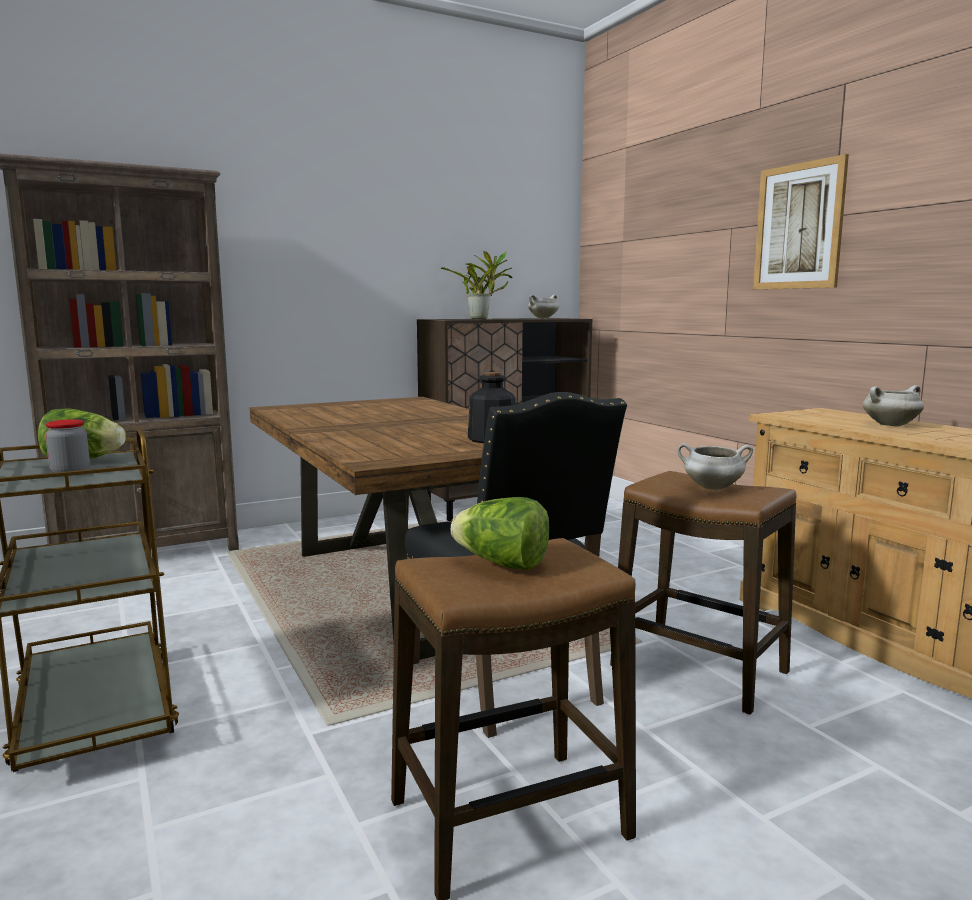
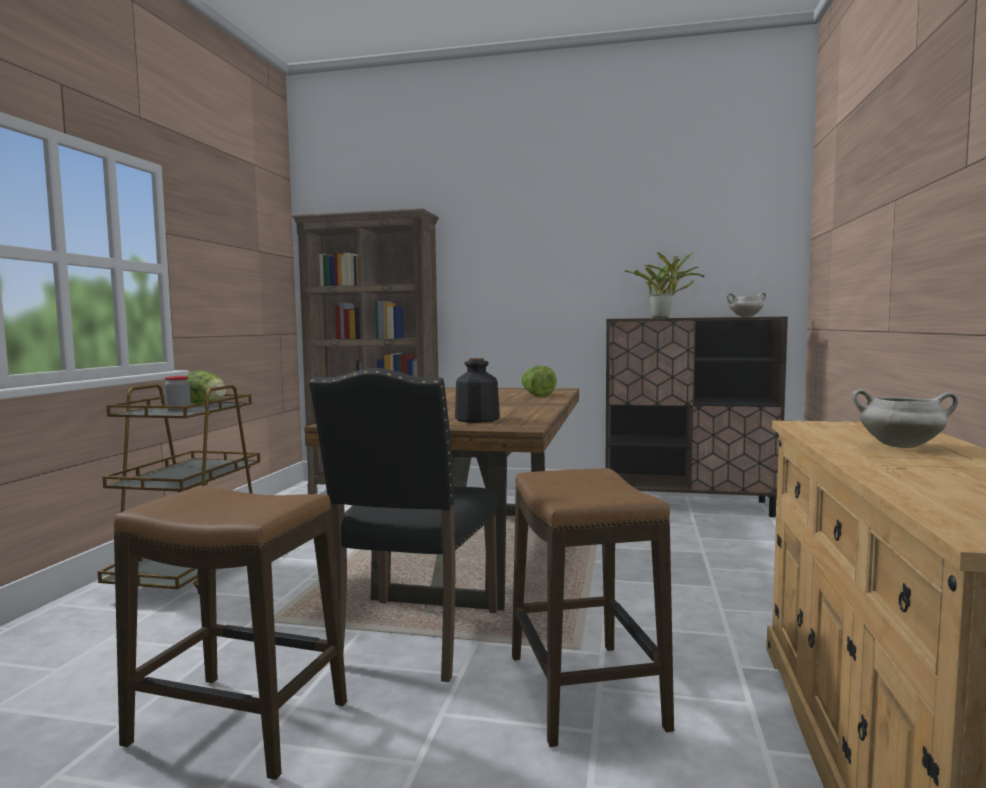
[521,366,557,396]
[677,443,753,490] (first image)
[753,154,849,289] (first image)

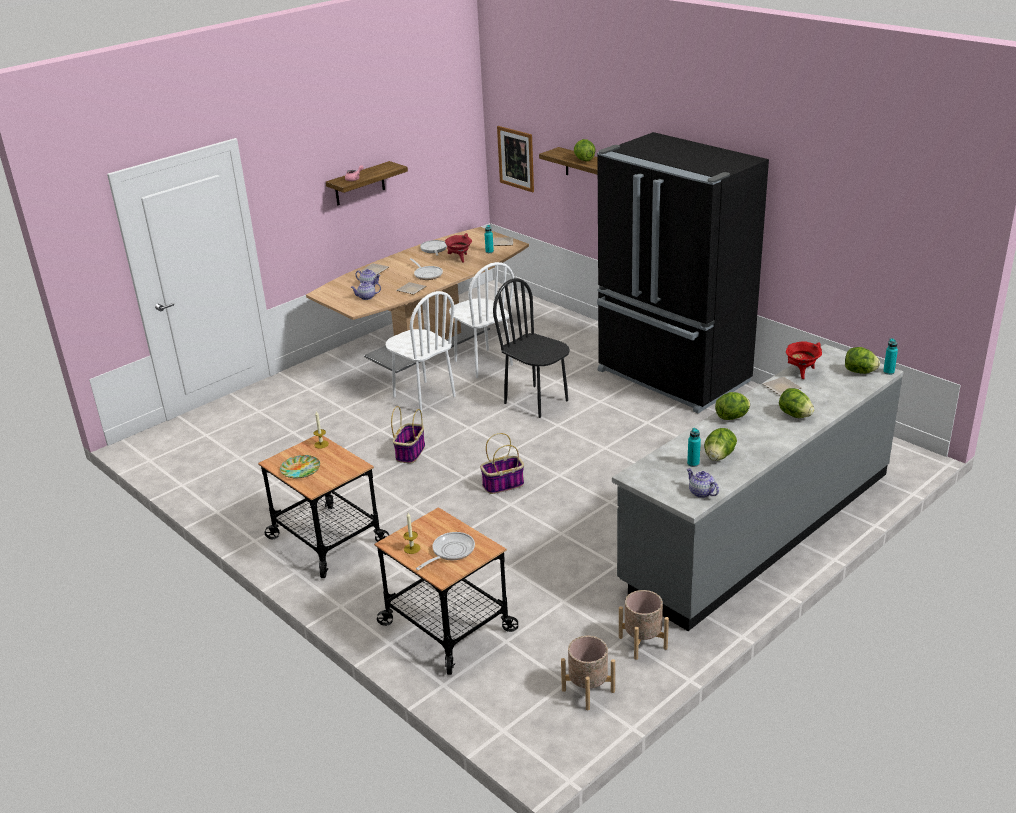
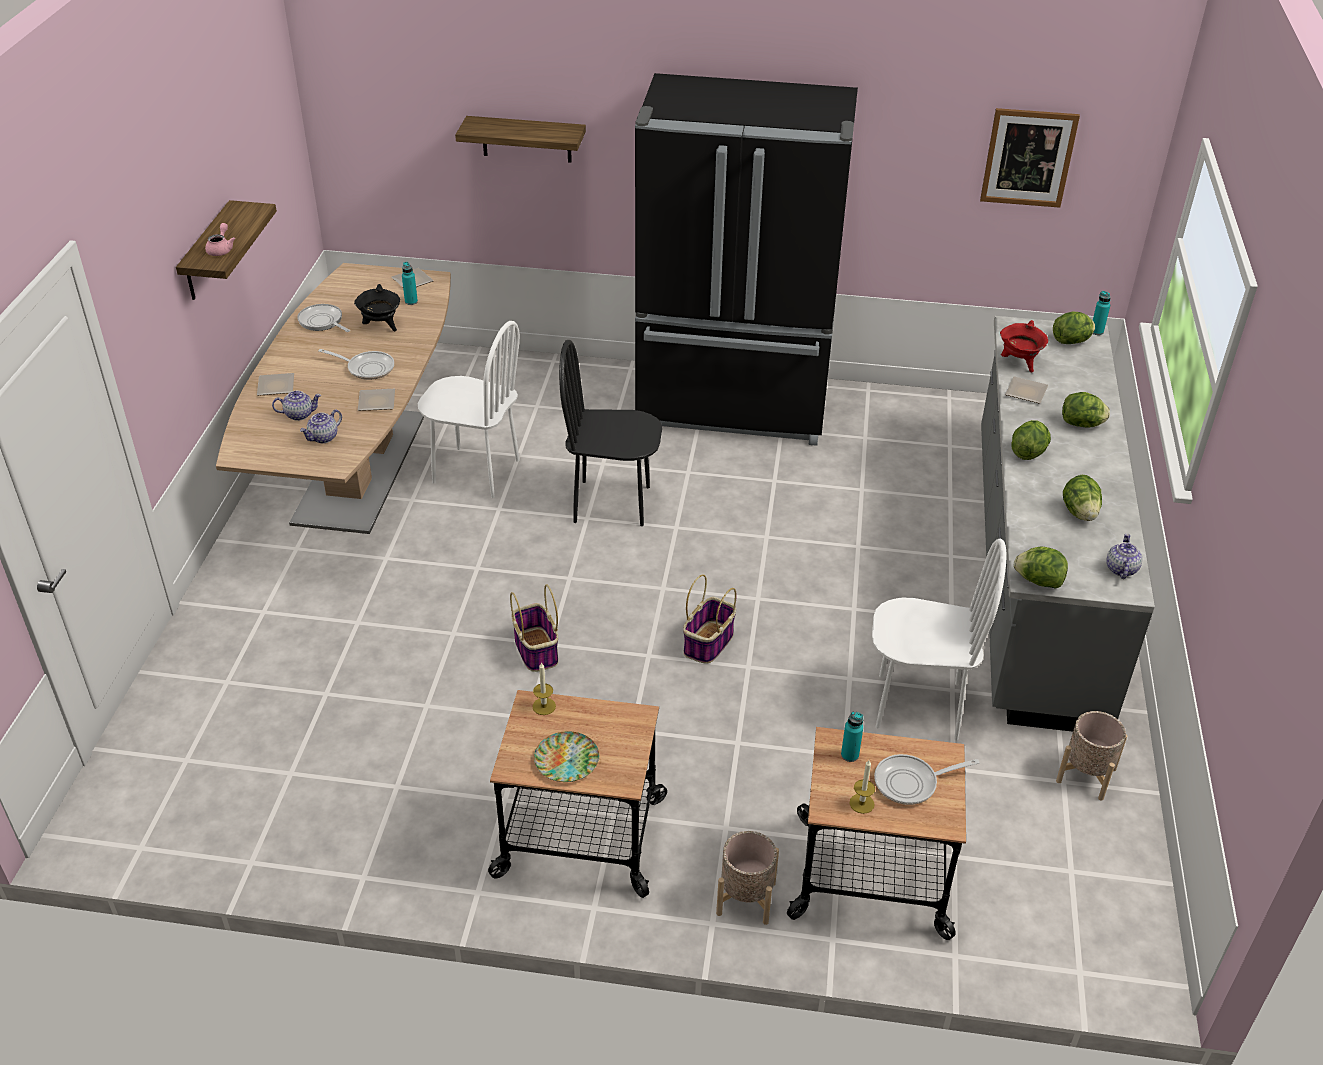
[872,539,1006,740]
[874,754,980,805]
[354,284,400,331]
[980,108,1080,208]
[716,831,779,925]
[1013,547,1068,589]
[841,712,864,762]
[1106,533,1142,579]

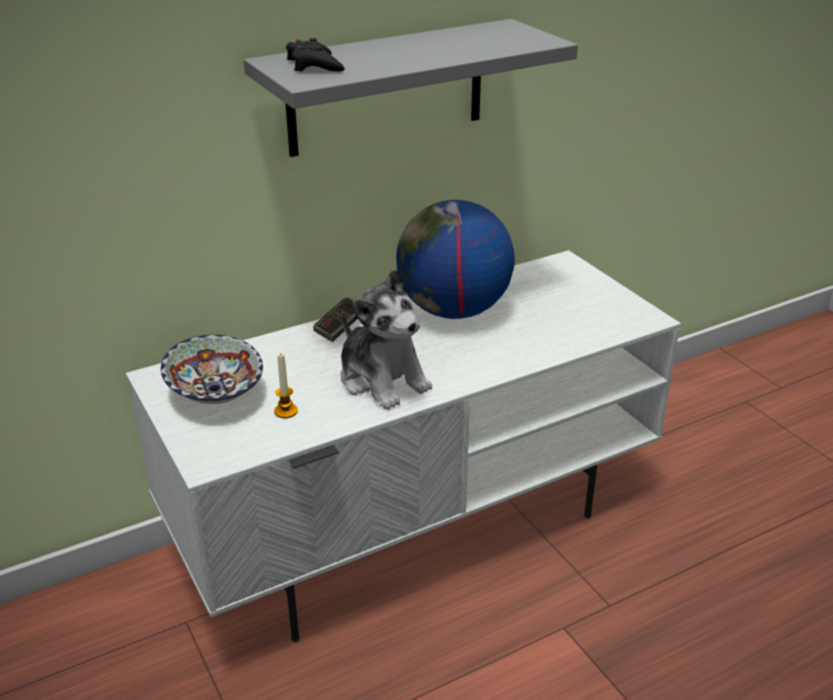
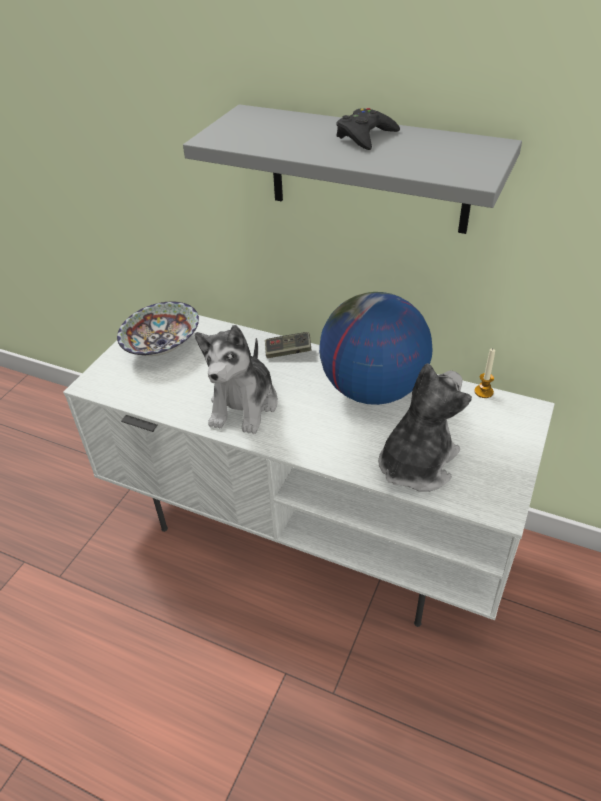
[474,349,495,398]
[336,108,400,150]
[378,363,472,492]

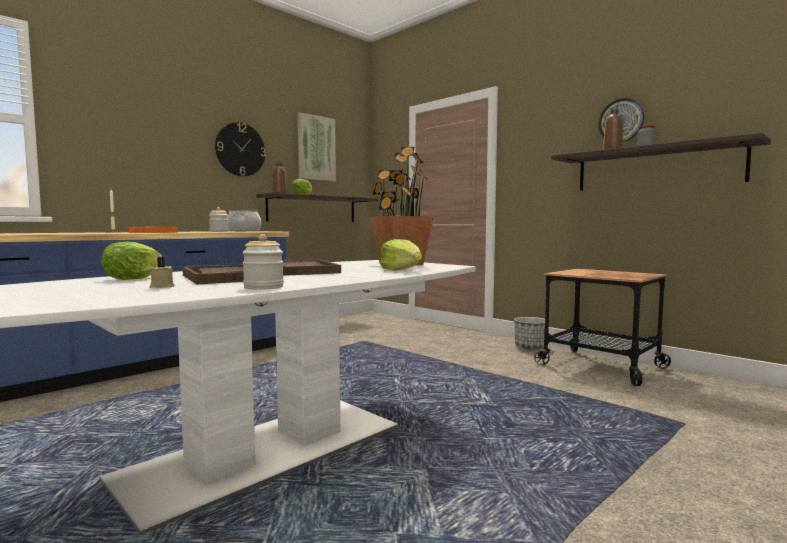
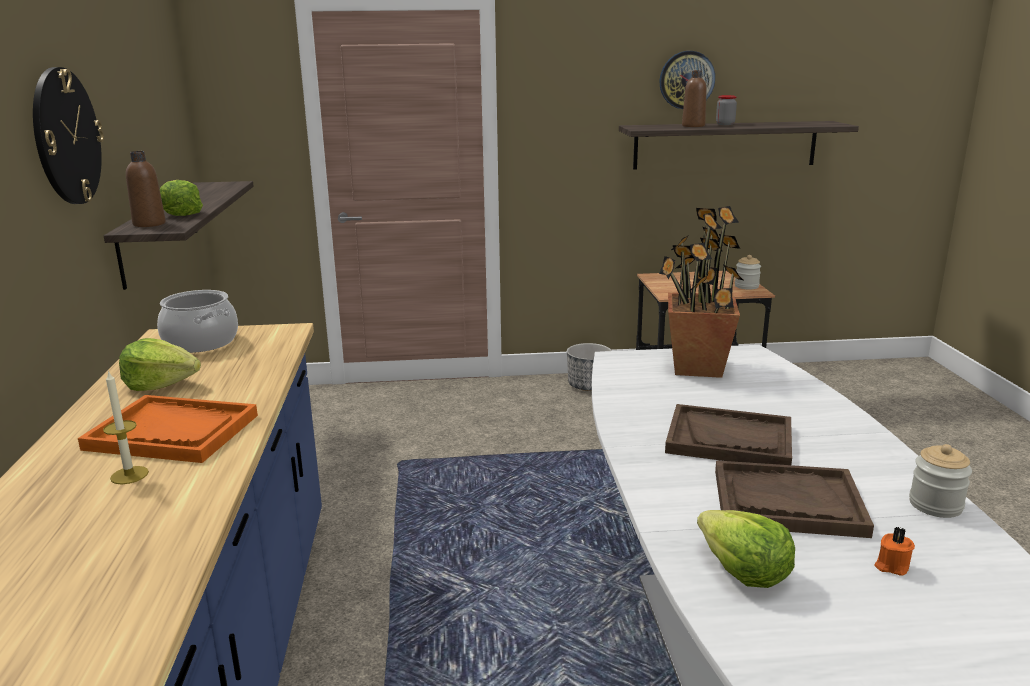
[874,527,915,576]
[735,255,761,290]
[298,113,336,181] (first image)
[119,338,201,391]

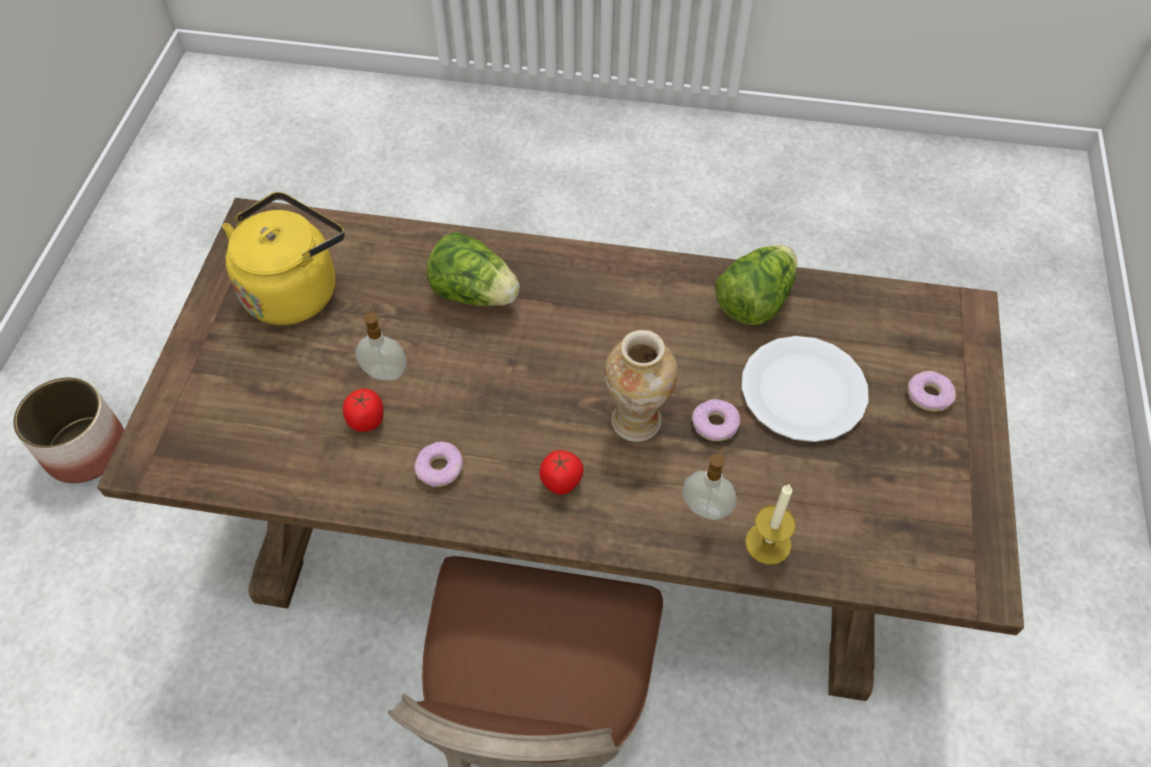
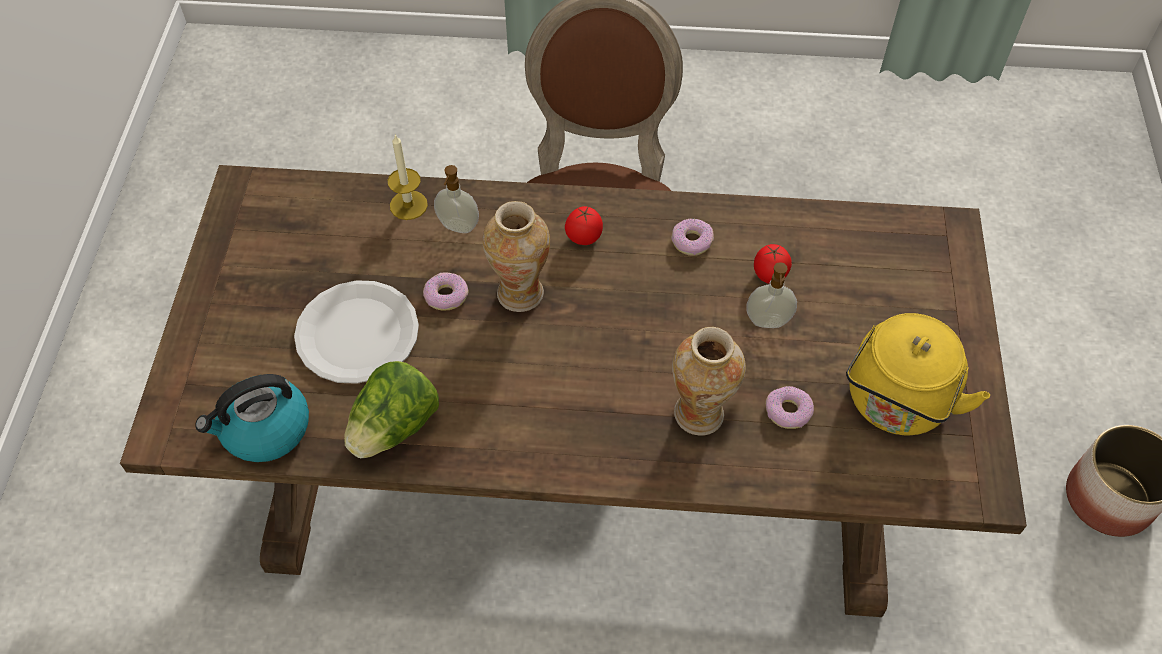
[672,327,746,436]
[765,386,814,429]
[195,374,309,462]

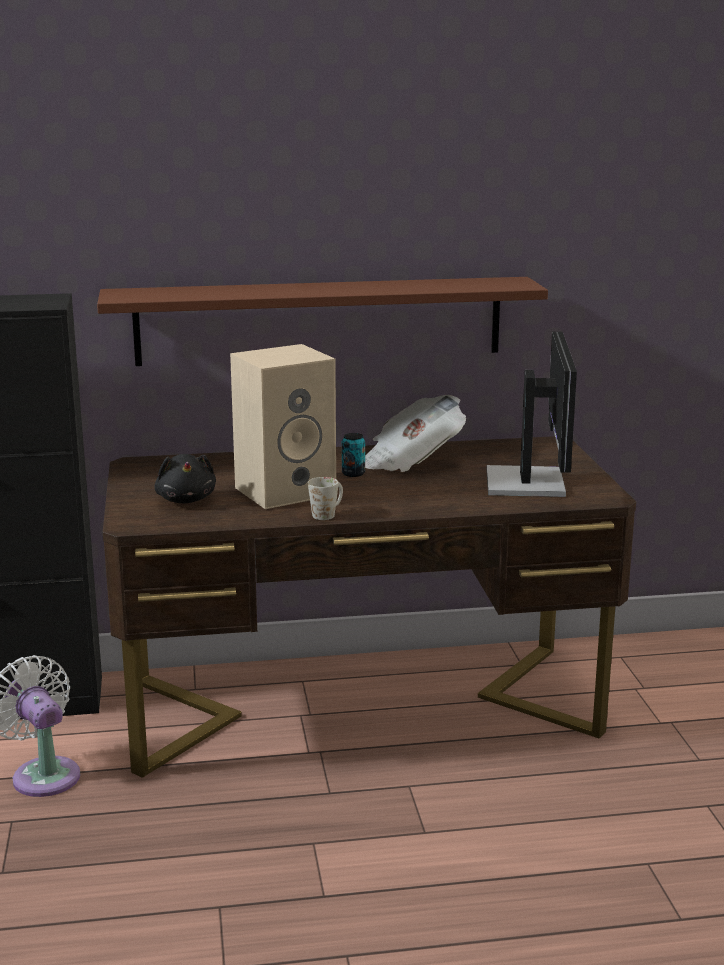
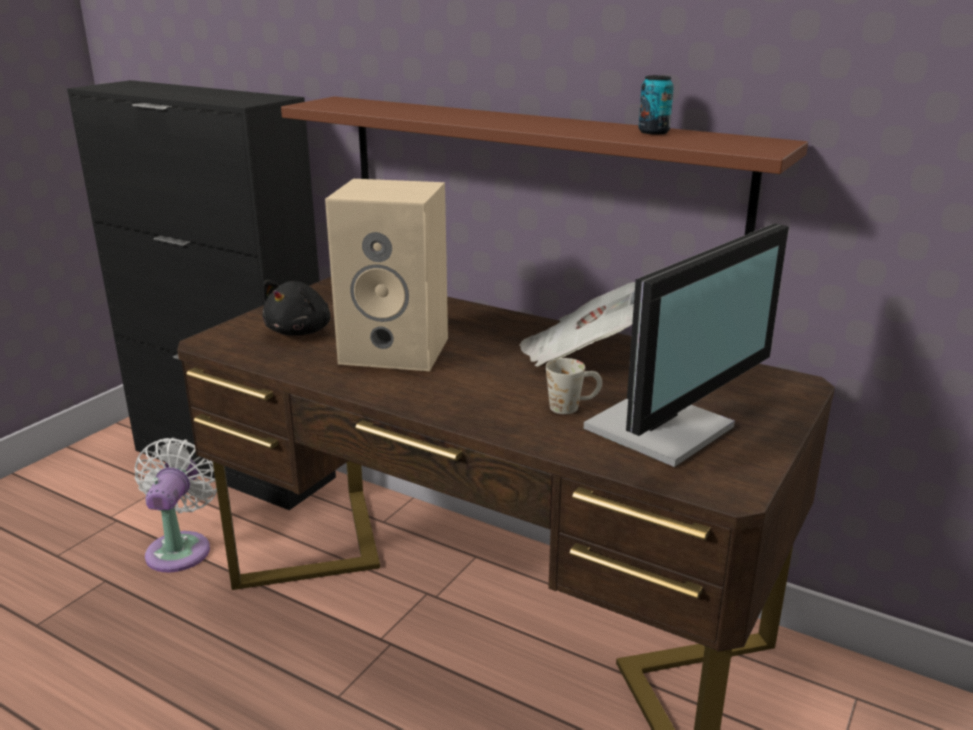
[546,358,602,414]
[638,75,674,135]

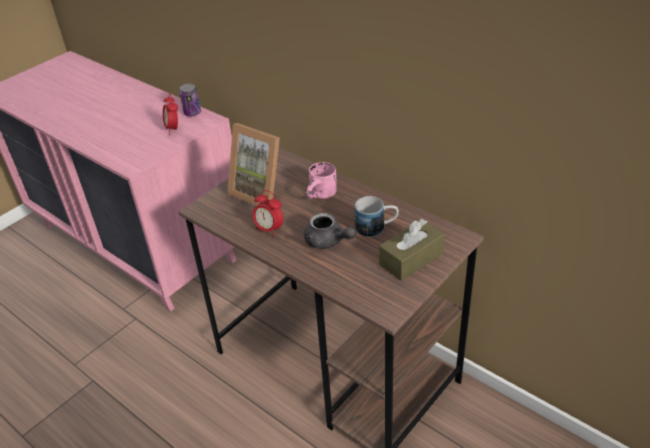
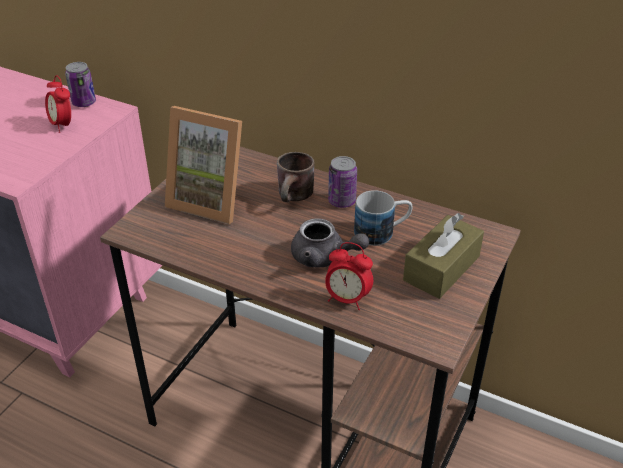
[325,242,373,310]
[277,152,315,202]
[328,156,357,208]

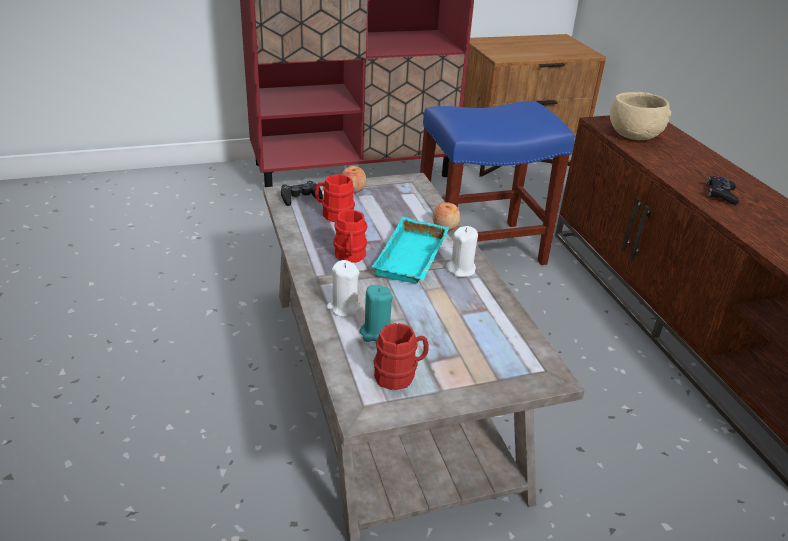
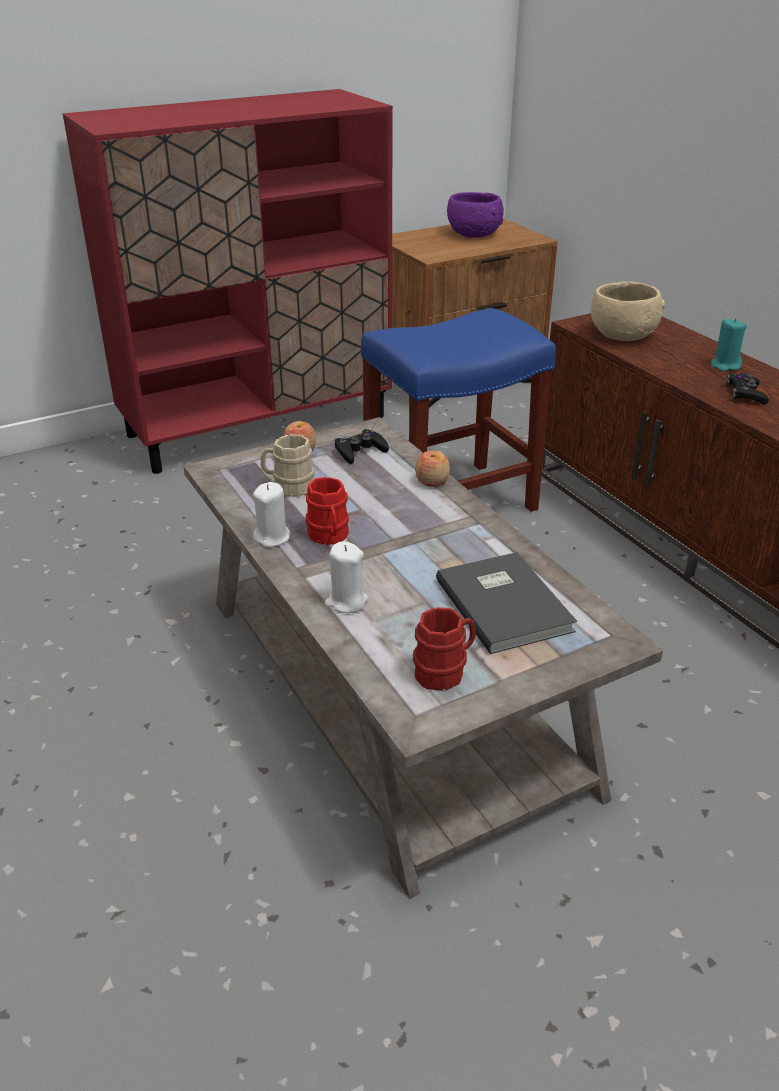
[335,429,389,464]
[261,434,315,497]
[711,318,747,372]
[372,217,449,284] (first image)
[252,482,290,547]
[436,552,577,654]
[447,192,504,237]

